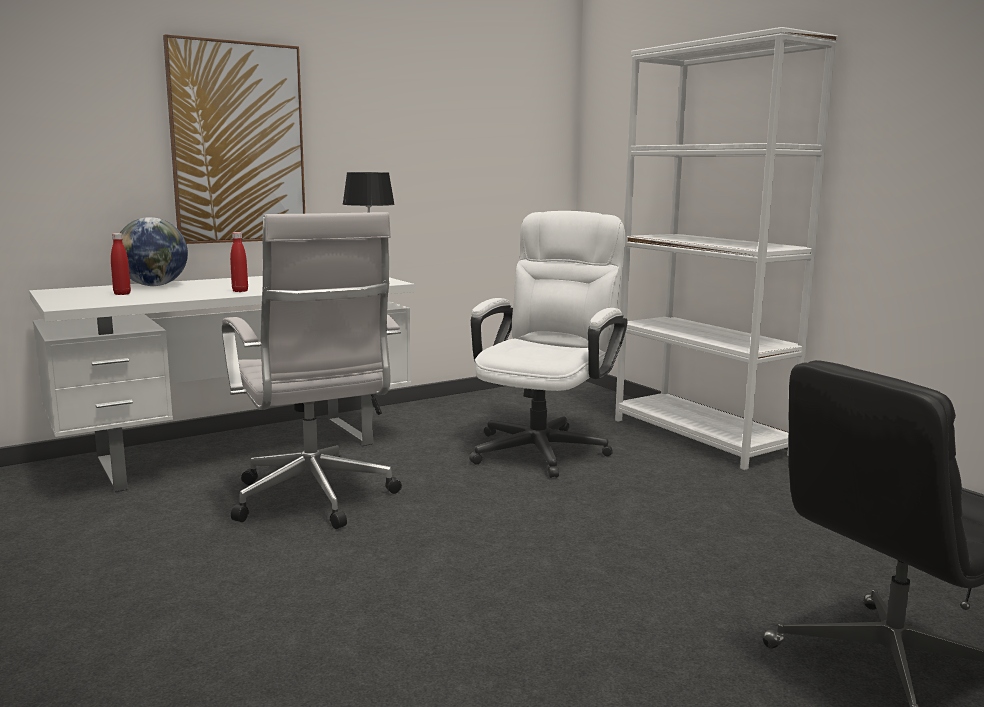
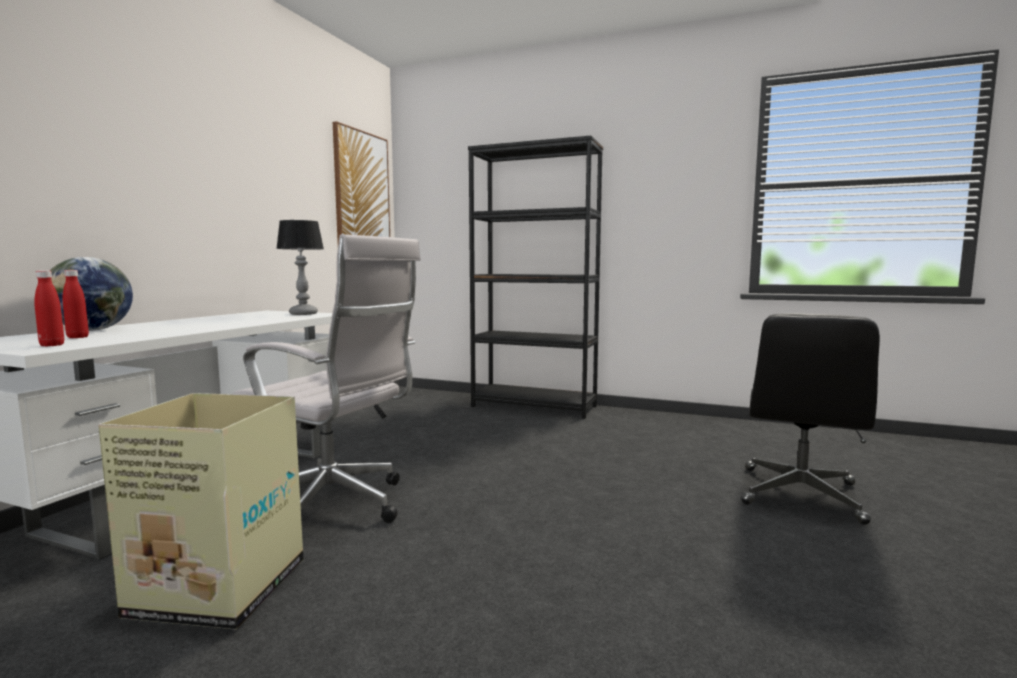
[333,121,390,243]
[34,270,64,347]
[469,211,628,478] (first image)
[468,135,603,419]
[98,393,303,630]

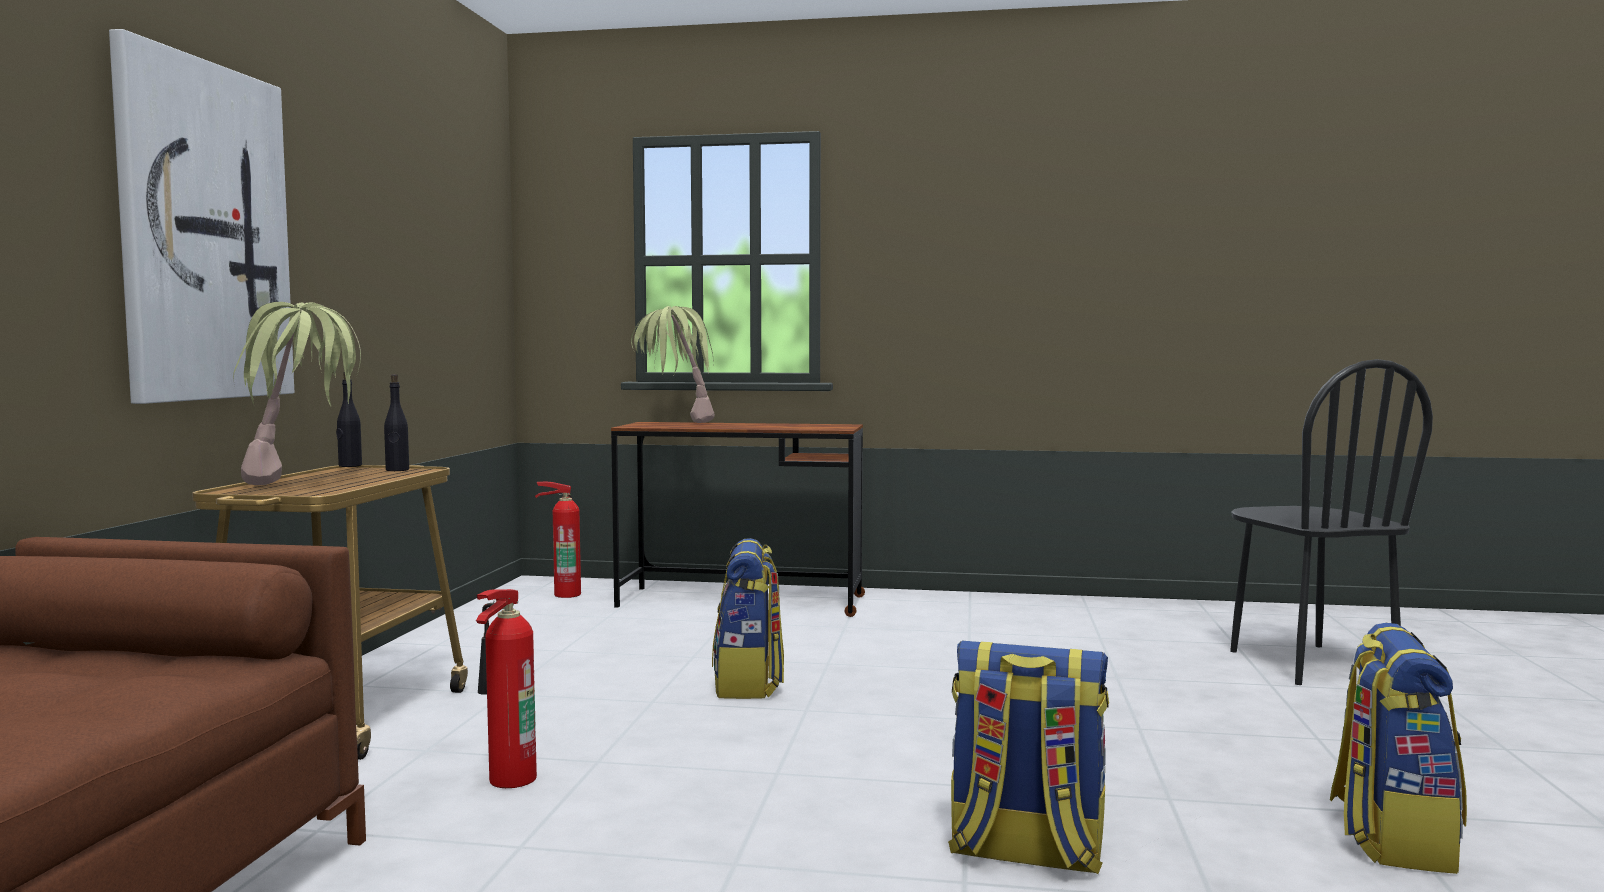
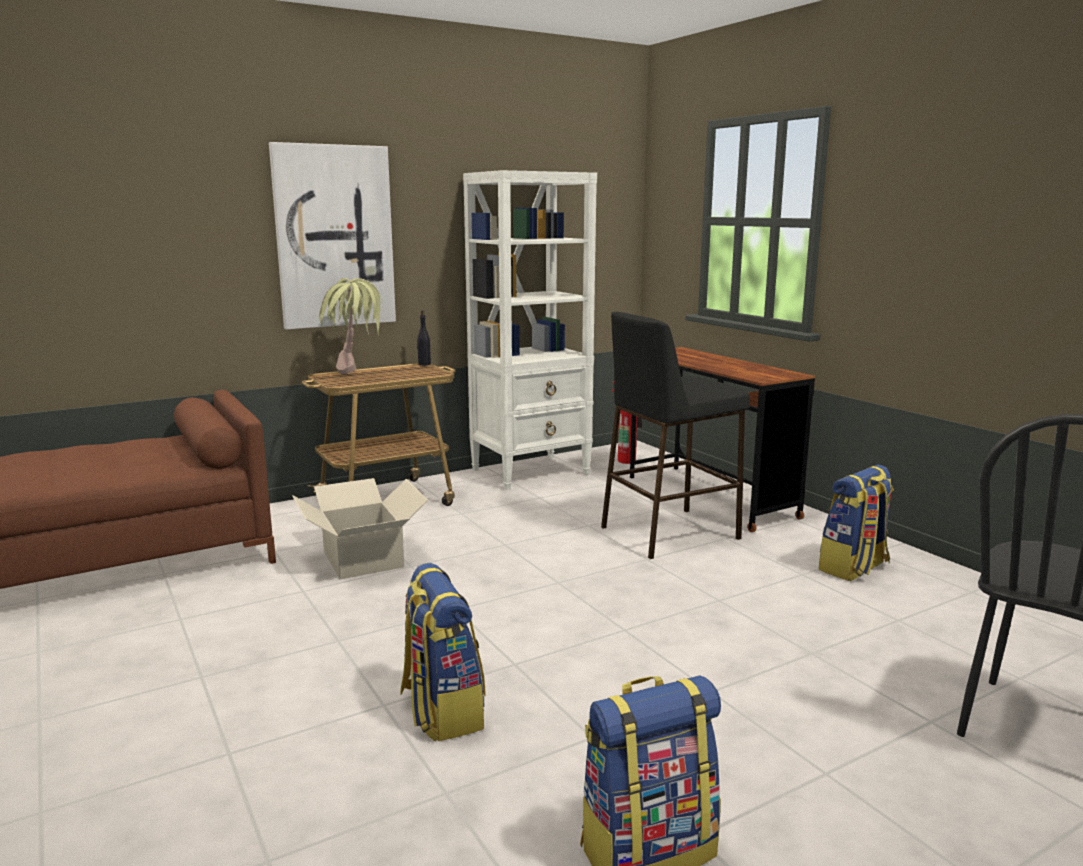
[384,374,409,471] (first image)
[292,478,428,579]
[631,306,715,423] (first image)
[819,465,894,581]
[463,170,597,490]
[601,312,750,559]

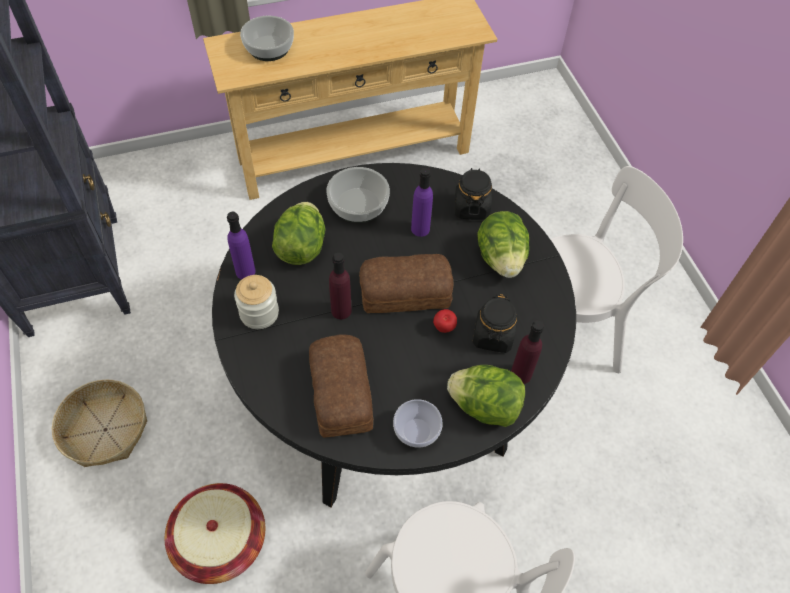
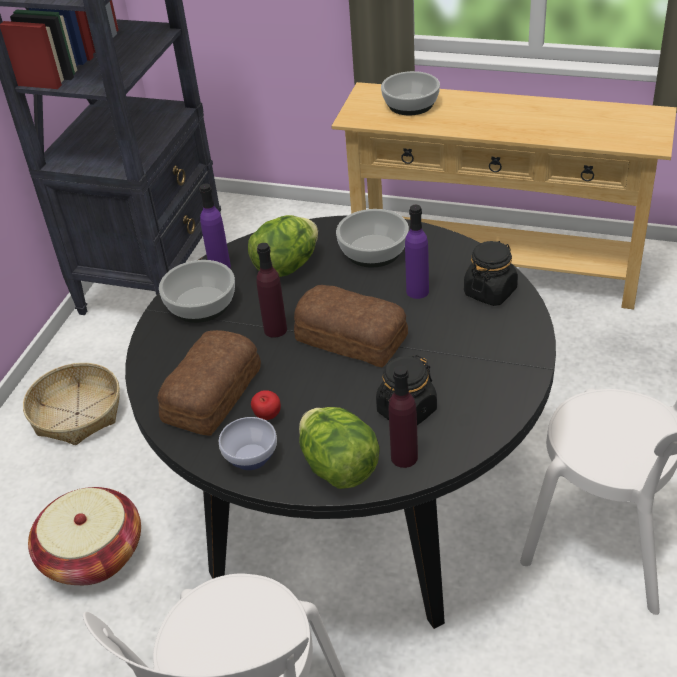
[159,260,235,323]
[251,390,281,420]
[477,211,529,278] (first image)

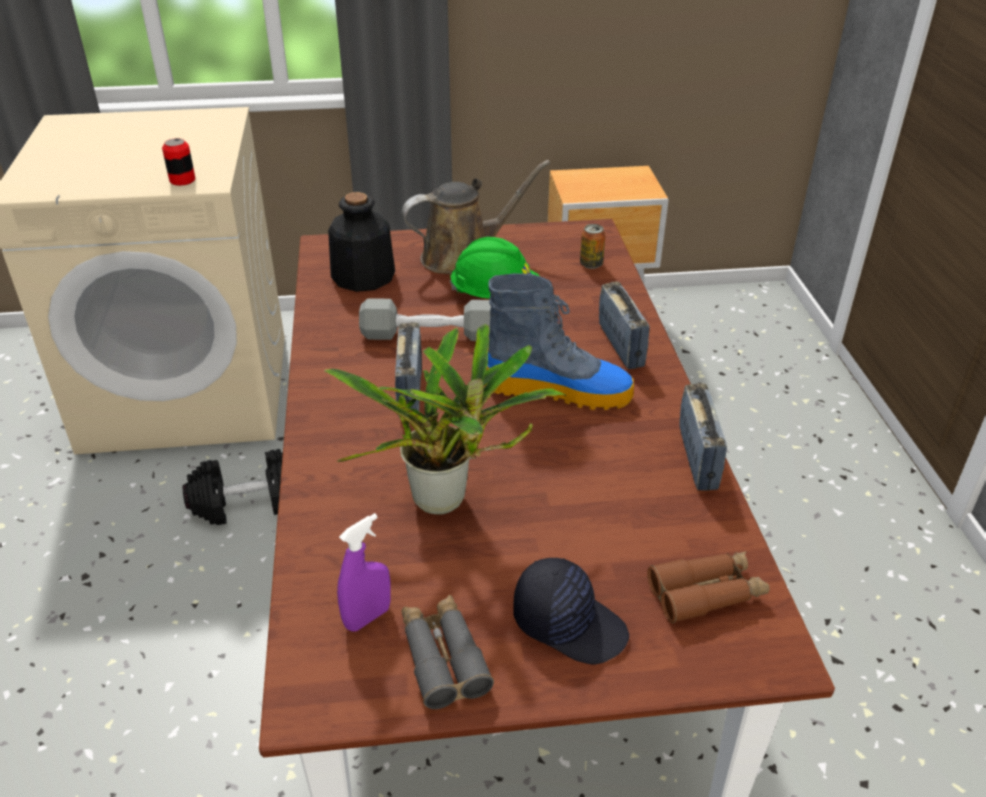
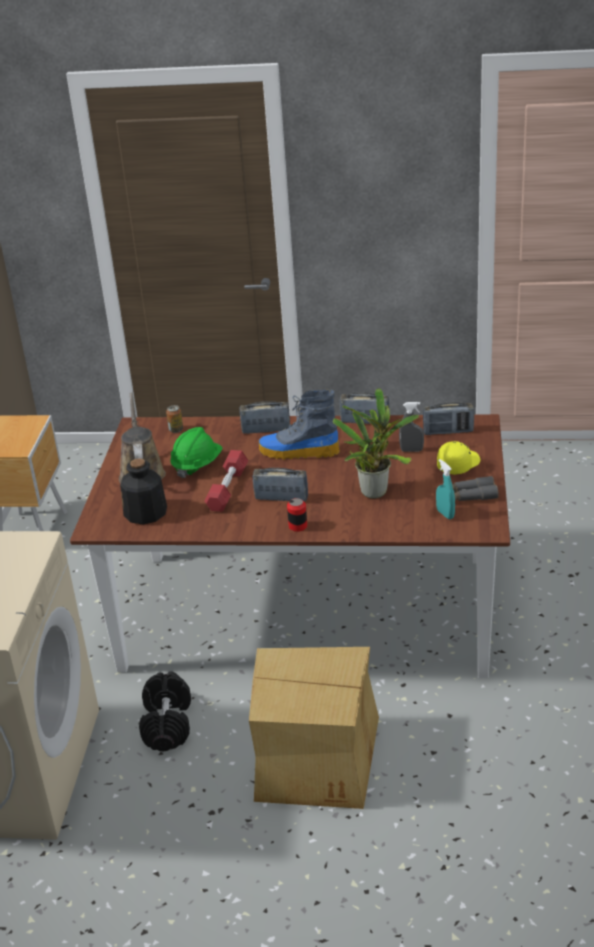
[287,498,307,532]
[436,459,455,519]
[204,450,248,512]
[259,389,340,460]
[437,441,480,475]
[423,402,474,435]
[249,647,379,809]
[399,402,424,452]

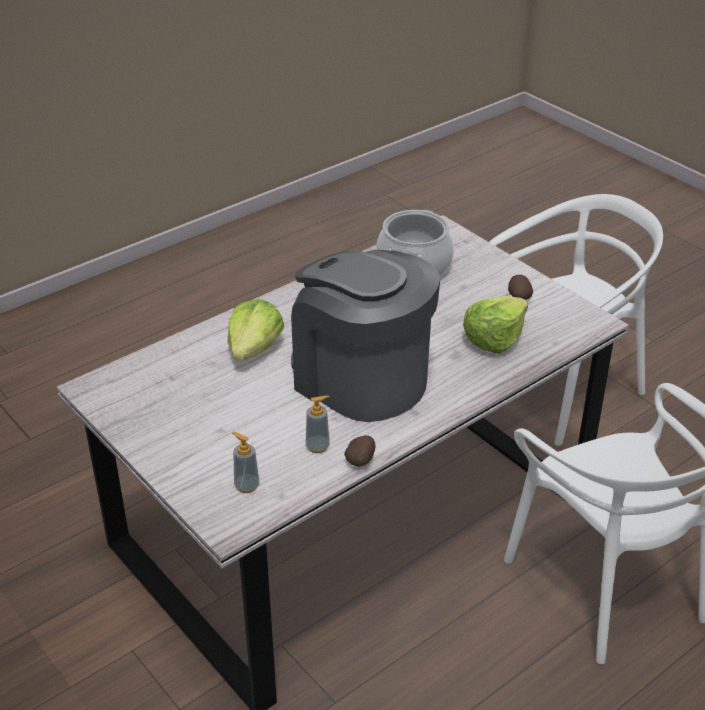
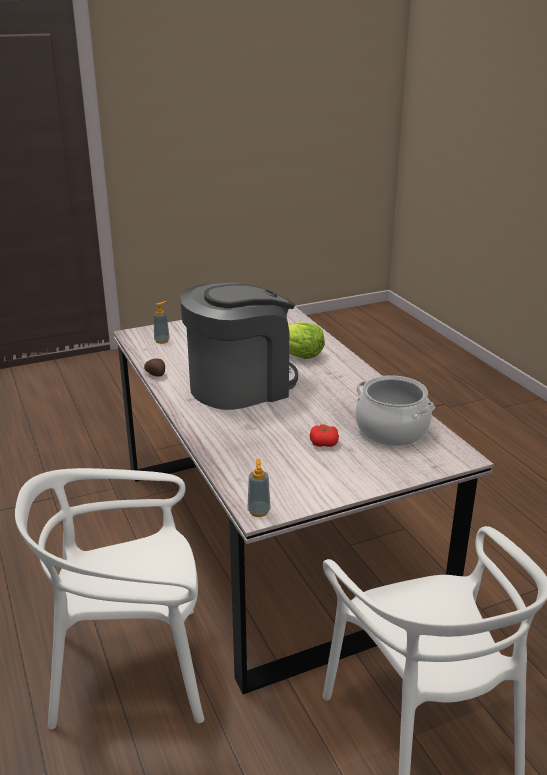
[247,458,271,517]
[463,296,528,354] (first image)
[508,275,533,300] (first image)
[310,424,339,447]

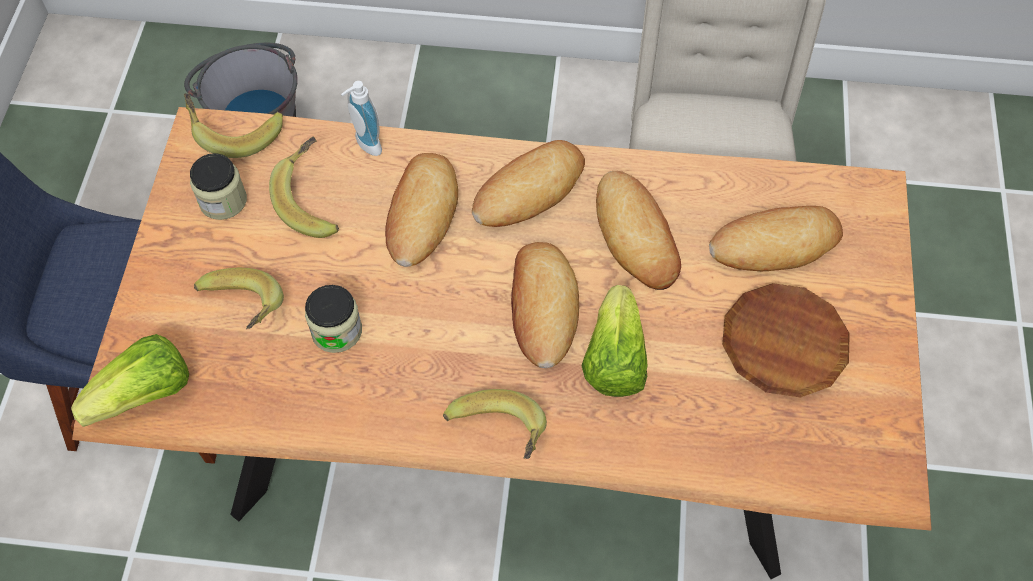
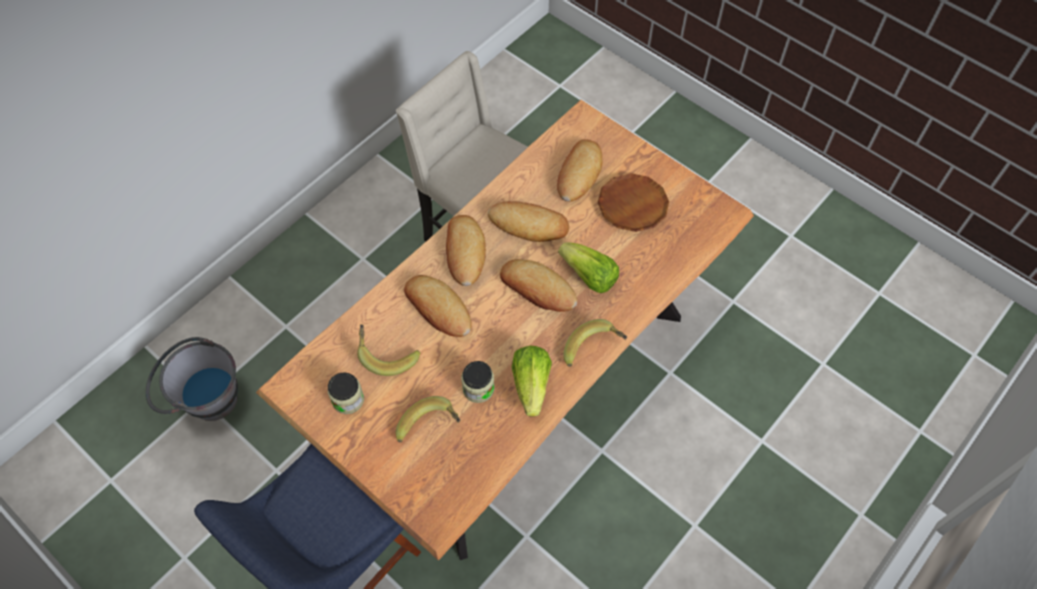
[512,346,552,416]
[184,93,283,158] (first image)
[341,81,382,156] (first image)

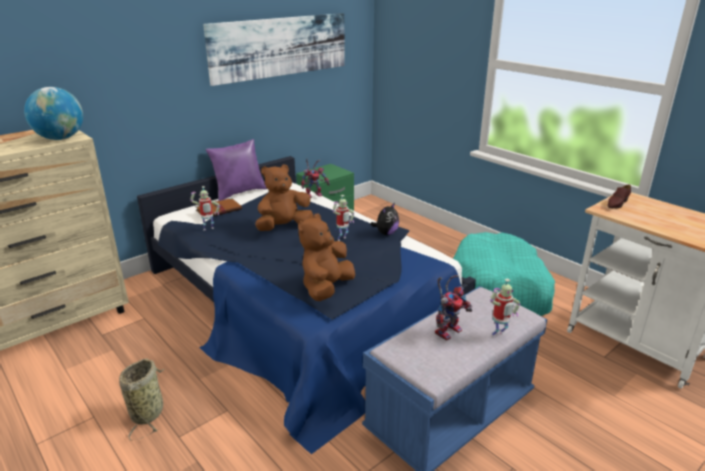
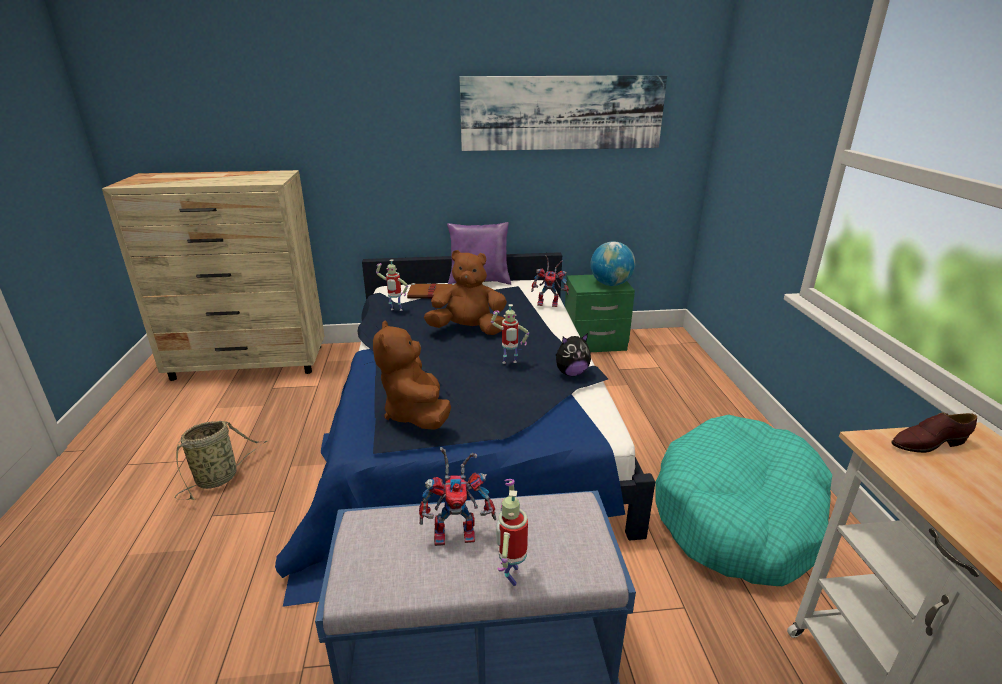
[590,241,635,286]
[373,321,451,430]
[496,479,528,590]

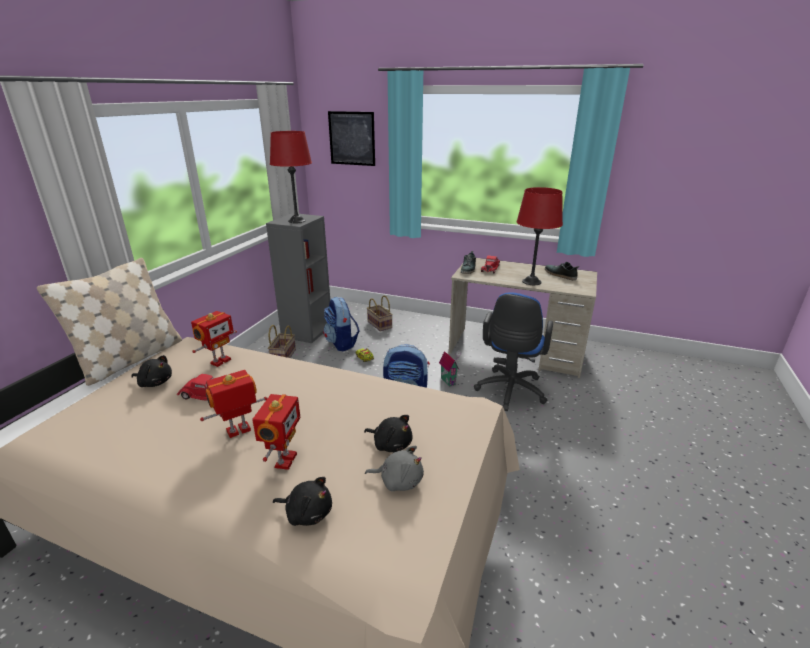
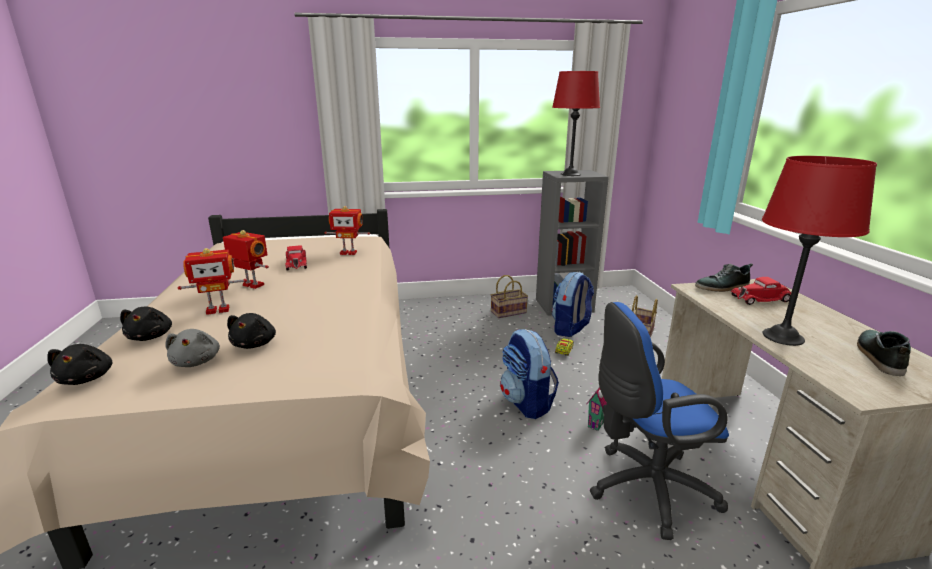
[37,258,182,386] (first image)
[47,344,112,385]
[328,111,375,166] (first image)

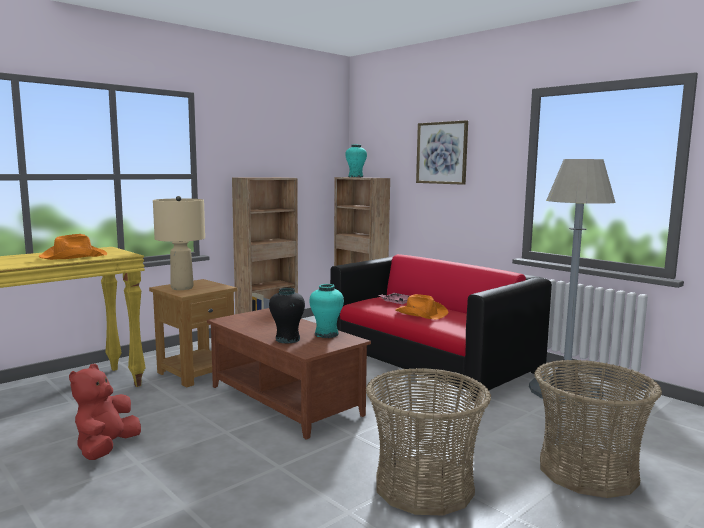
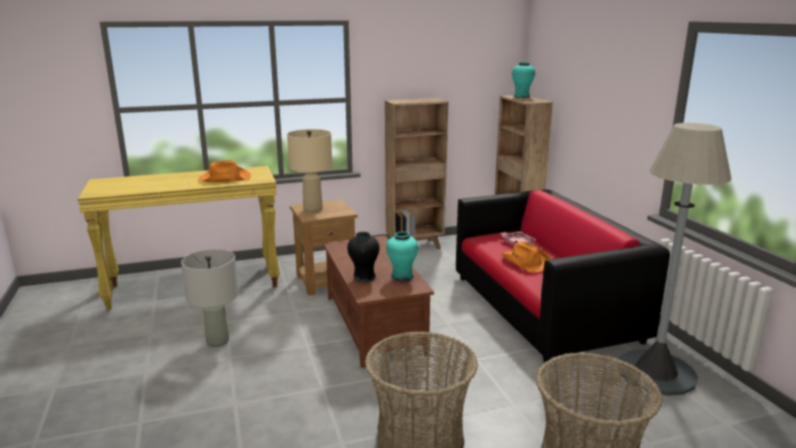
[181,249,238,347]
[416,120,468,185] (first image)

